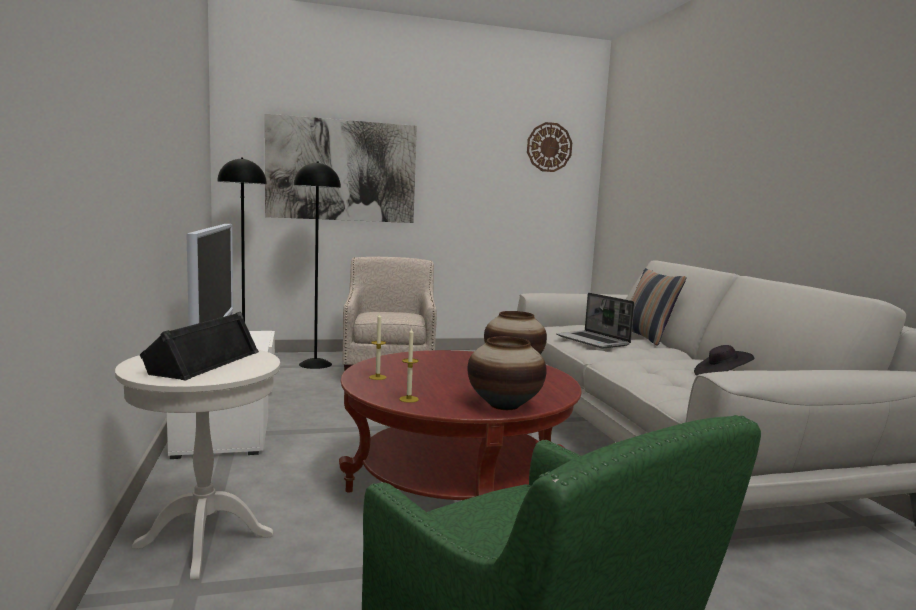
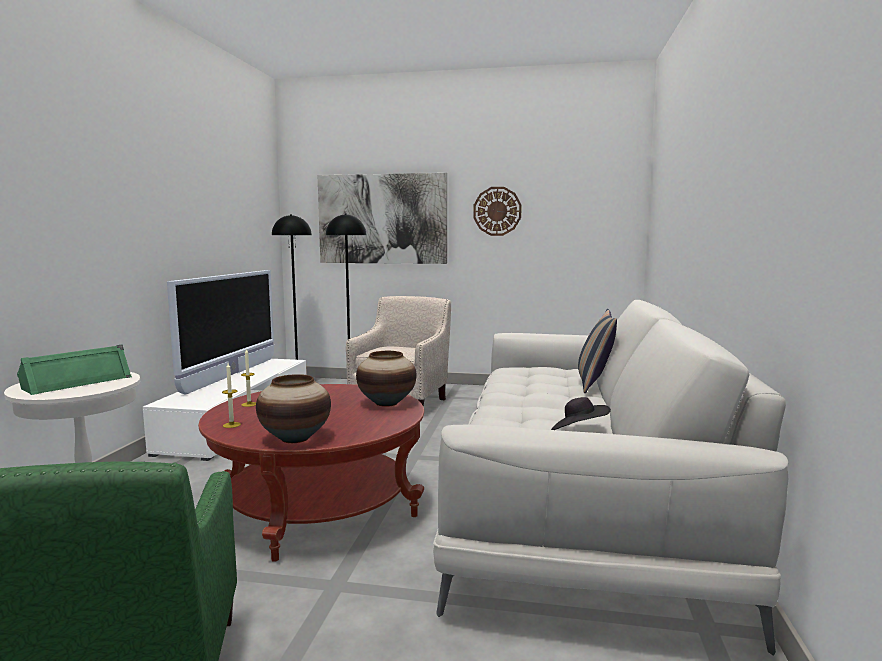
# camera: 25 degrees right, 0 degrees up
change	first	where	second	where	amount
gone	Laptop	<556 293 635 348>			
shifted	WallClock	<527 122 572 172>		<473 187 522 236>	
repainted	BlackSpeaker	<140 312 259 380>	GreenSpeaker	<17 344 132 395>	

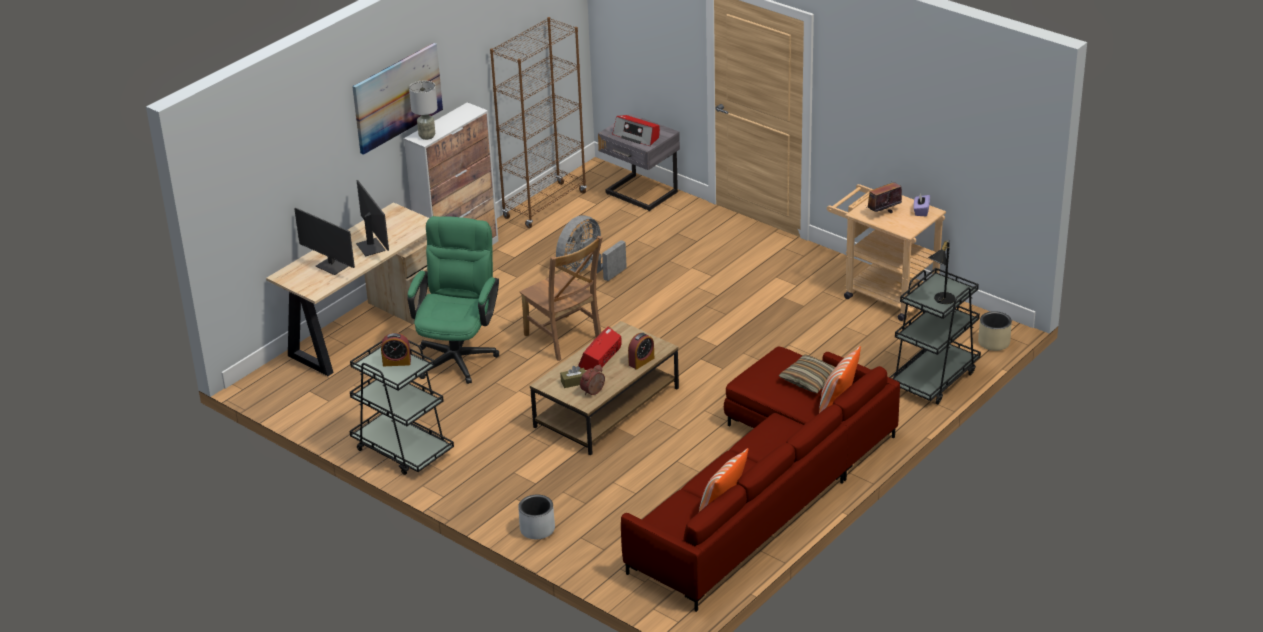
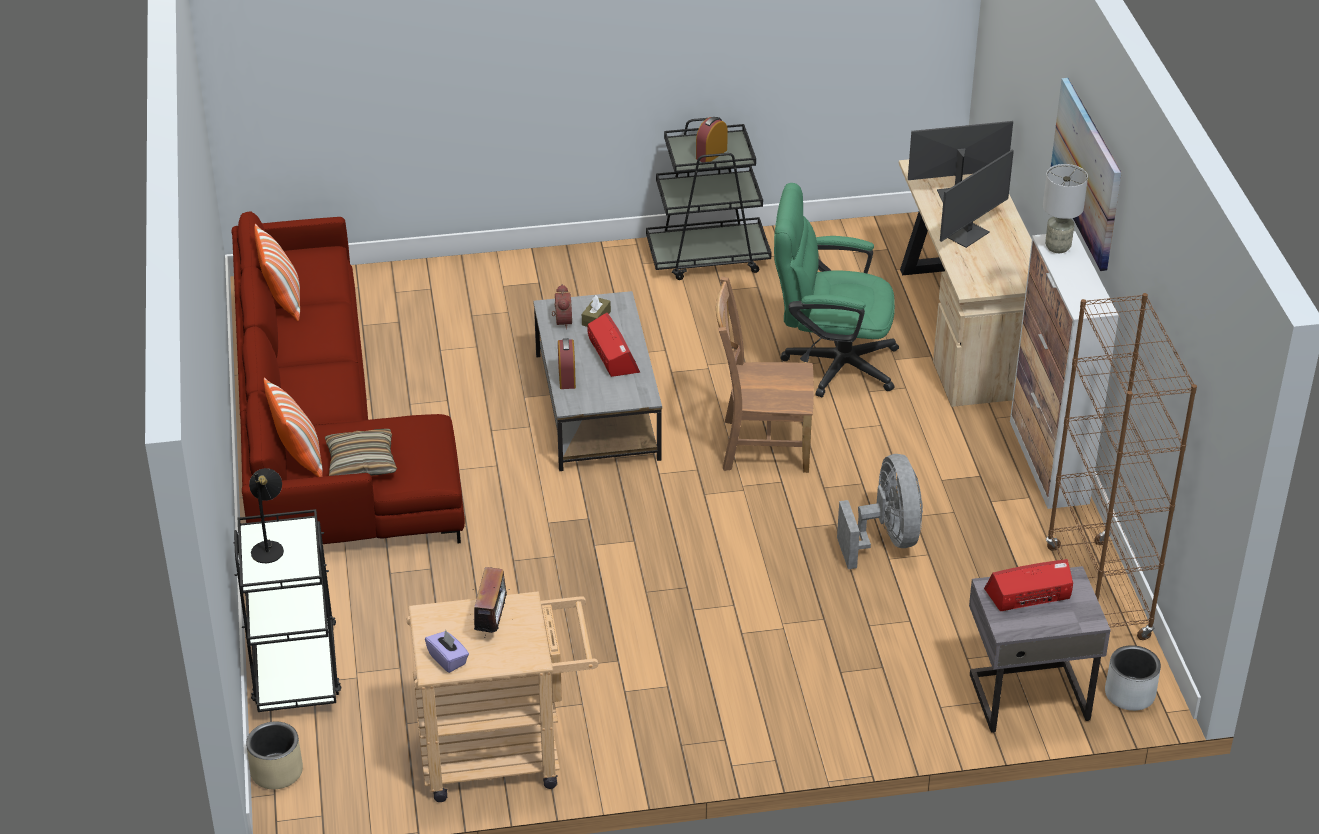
# camera: 130 degrees right, 5 degrees up
change	first	where	second	where	amount
shifted	GreyPlanter	<518 495 555 540>		<1105 645 1161 711>	
repainted	BrownCoffeeTable	<530 321 679 456>	GreyCoffeeTable	<533 291 662 471>	
rotated	Monitor	<356 180 389 256>		<940 150 1014 248>	60 degrees counterclockwise
rotated	GreenOfficeChair	<407 216 499 384>		<774 183 899 397>	135 degrees clockwise

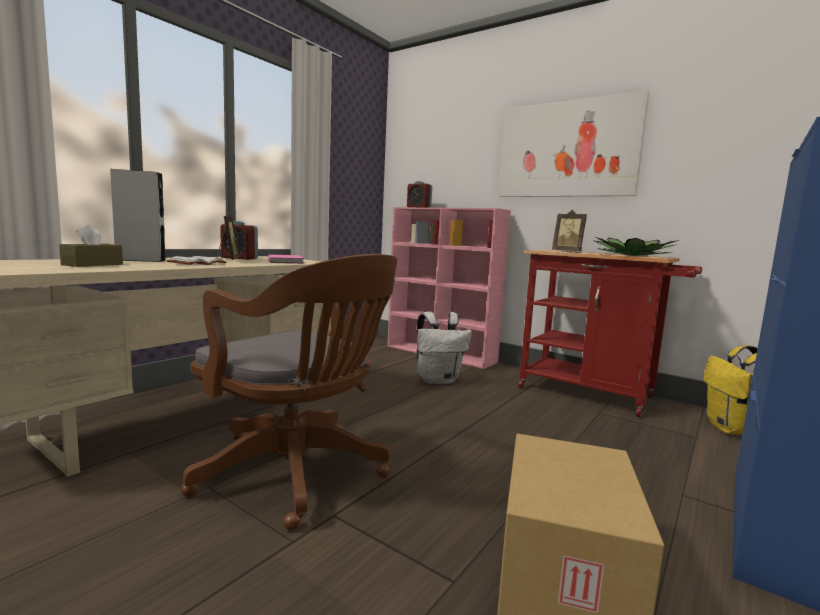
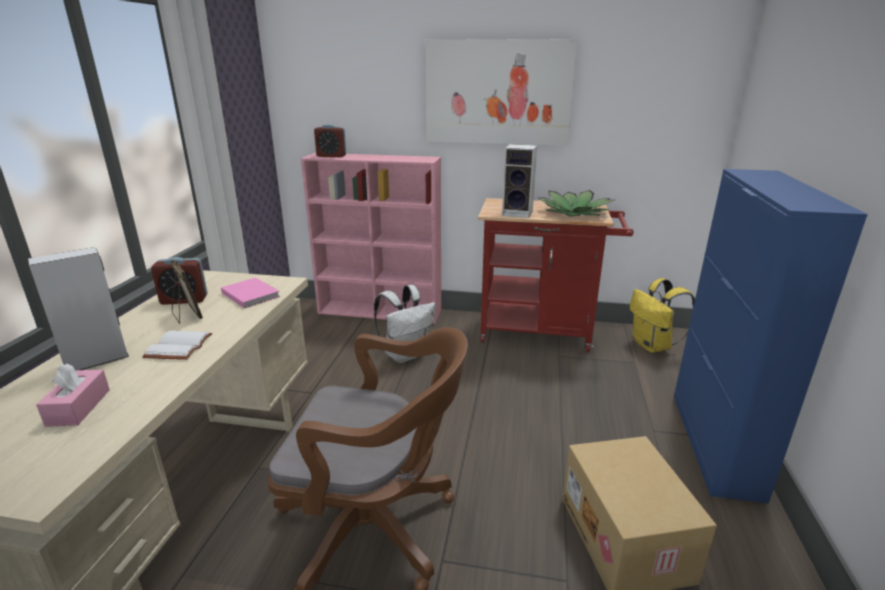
# camera: 25 degrees left, 15 degrees up
change	first	where	second	where	amount
swapped	PictureFrame	<552 210 587 253>	Speaker	<502 144 538 218>	
repainted	BrownTissueBox	<59 225 123 267>	PinkTissueBox	<36 363 110 427>	

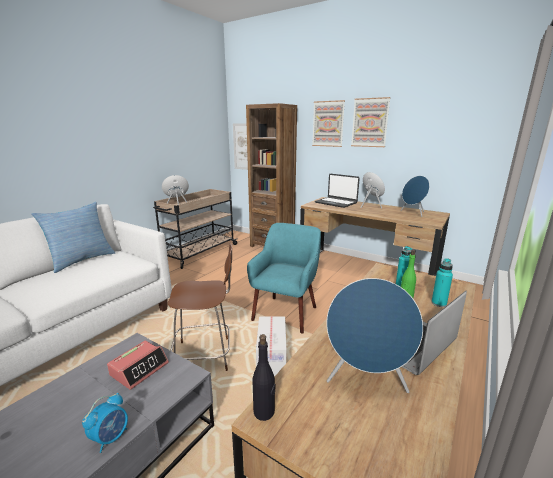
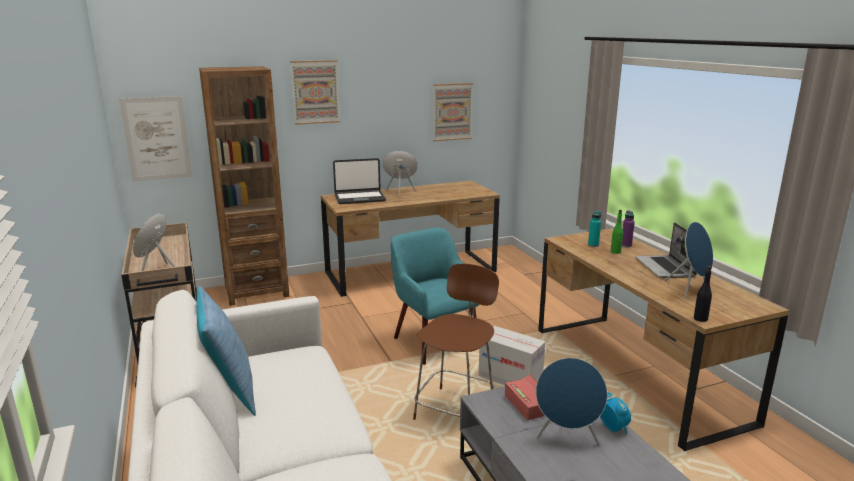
# camera: 55 degrees left, 0 degrees up
change	first	where	second	where	amount
shifted	Picture	<351 97 390 147>		<433 83 473 141>	
shifted	BlueSpeaker	<401 176 430 217>		<536 358 607 445>	
repainted	TurquoiseBottle	<431 258 453 307>	PurpleBottle	<622 210 635 247>	

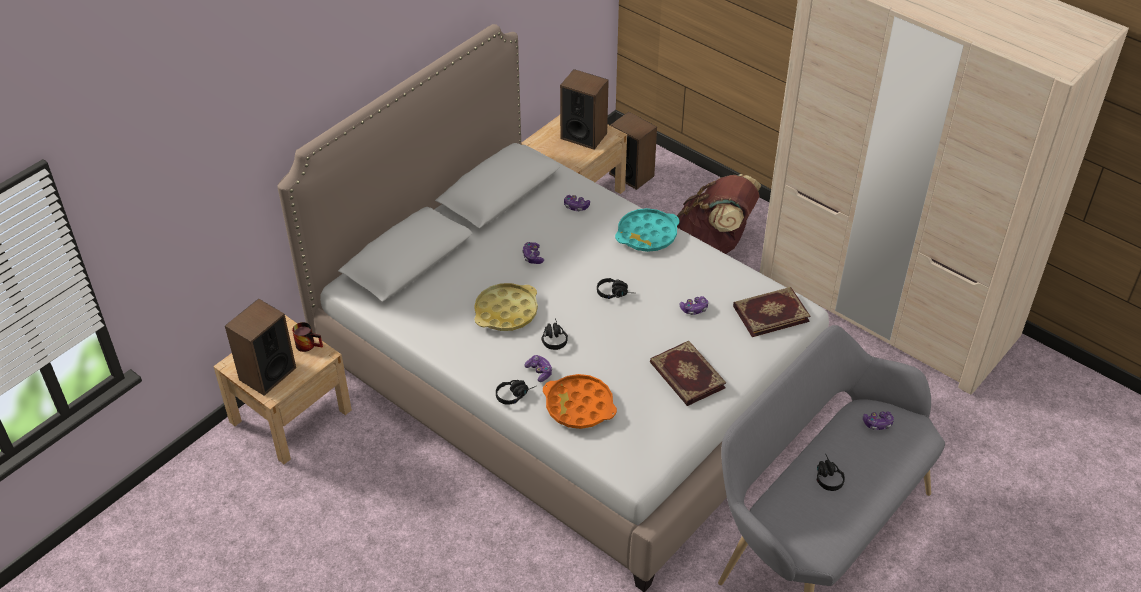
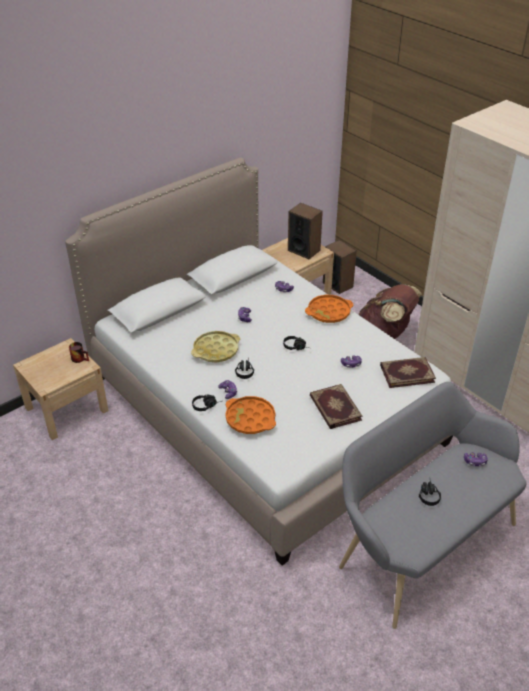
# camera: 10 degrees right, 5 degrees down
change	first	where	second	where	amount
gone	Speaker	<225 299 296 396>			
repainted	TurquoiseTray	<615 208 680 252>	OrangeTray	<305 295 354 323>	

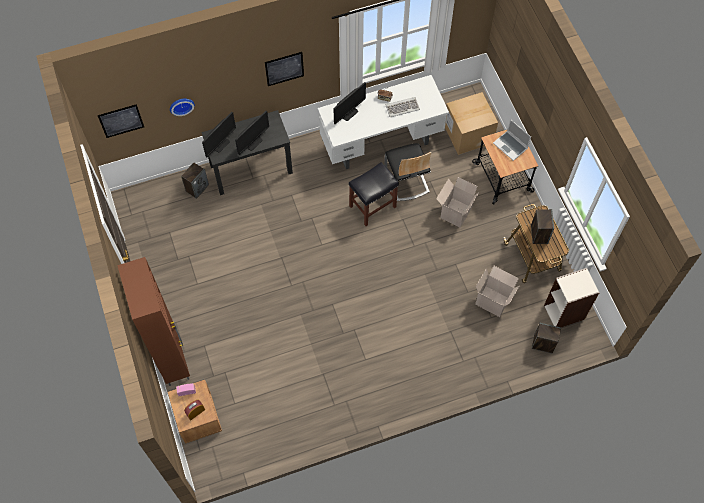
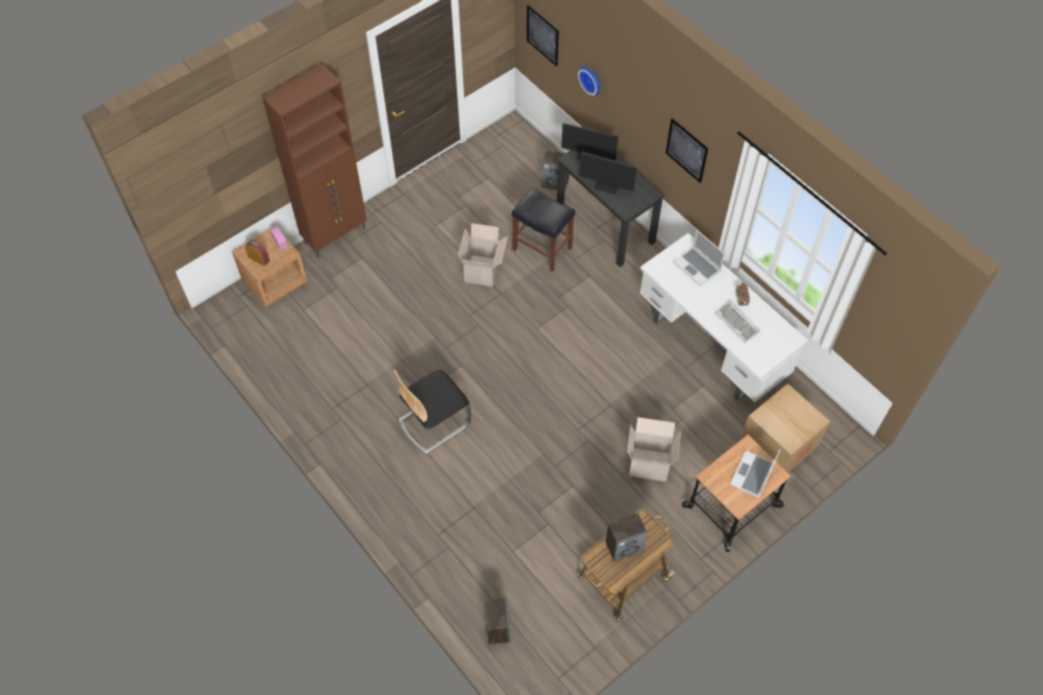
# camera: 70 degrees right, 5 degrees down
change	first	where	second	where	amount
gone	Bookcase	<544 268 600 327>			
shifted	BlackStool	<349 162 399 226>		<512 188 575 272>	
shifted	Chair	<384 143 432 201>		<394 370 471 455>	
shifted	CardboardBox	<475 266 520 317>		<458 223 508 287>	
swapped	Monitor	<333 82 366 124>	Laptop	<673 230 725 286>	

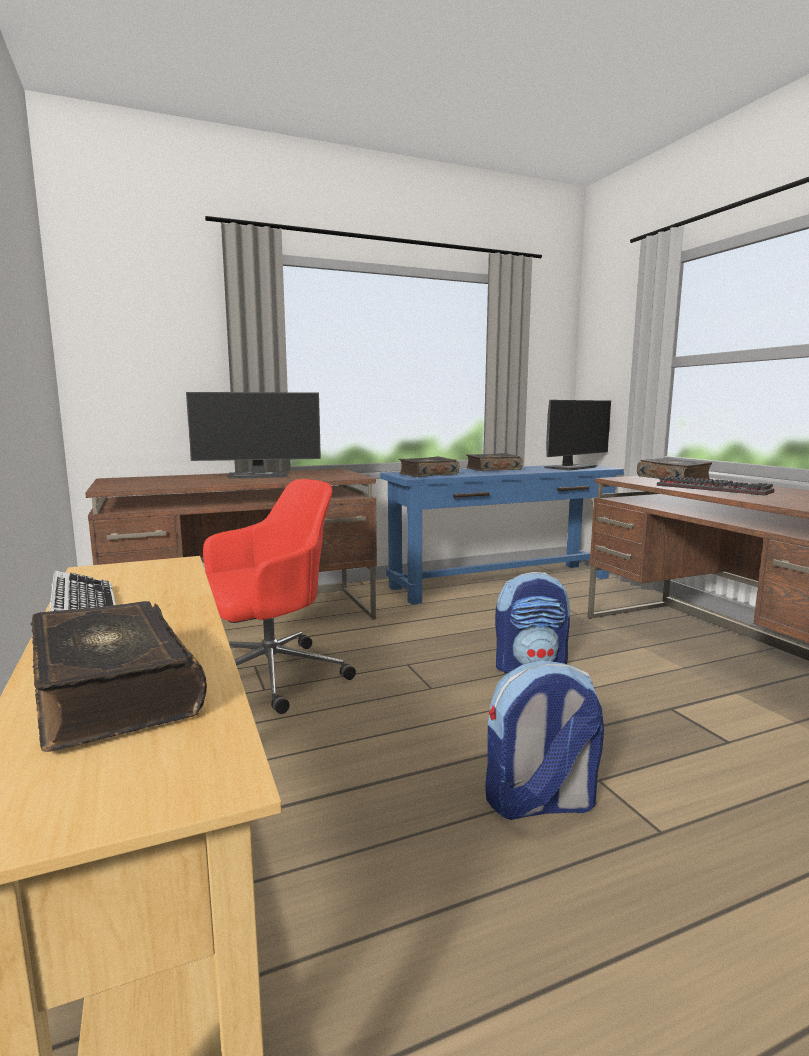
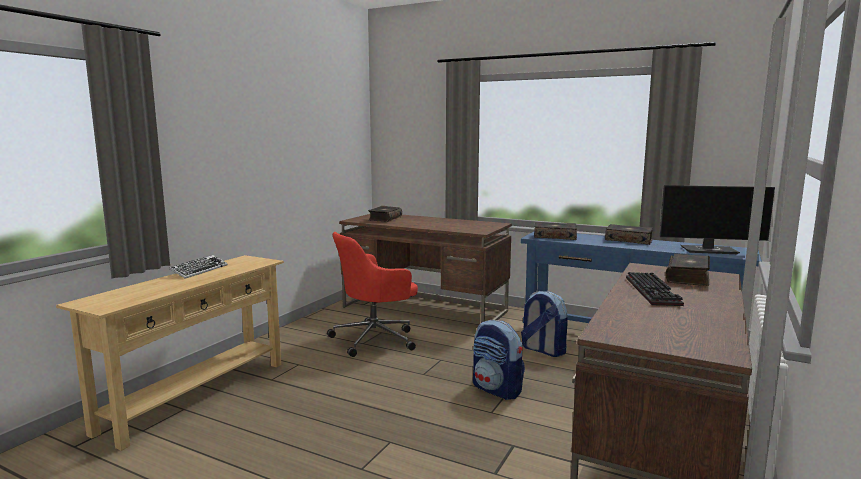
# camera: 50 degrees right, 0 degrees up
change	first	where	second	where	amount
gone	Monitor	<186 392 321 479>			
shifted	Book	<30 601 207 752>		<368 206 402 222>	
shifted	Backpack	<485 660 604 820>		<521 291 568 357>	
rotated	RedOfficeChair	<203 479 356 714>		<327 232 418 357>	135 degrees clockwise

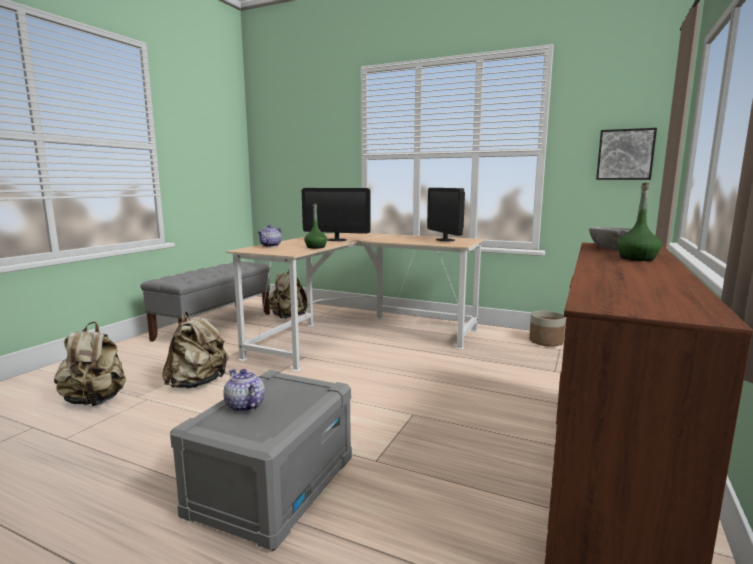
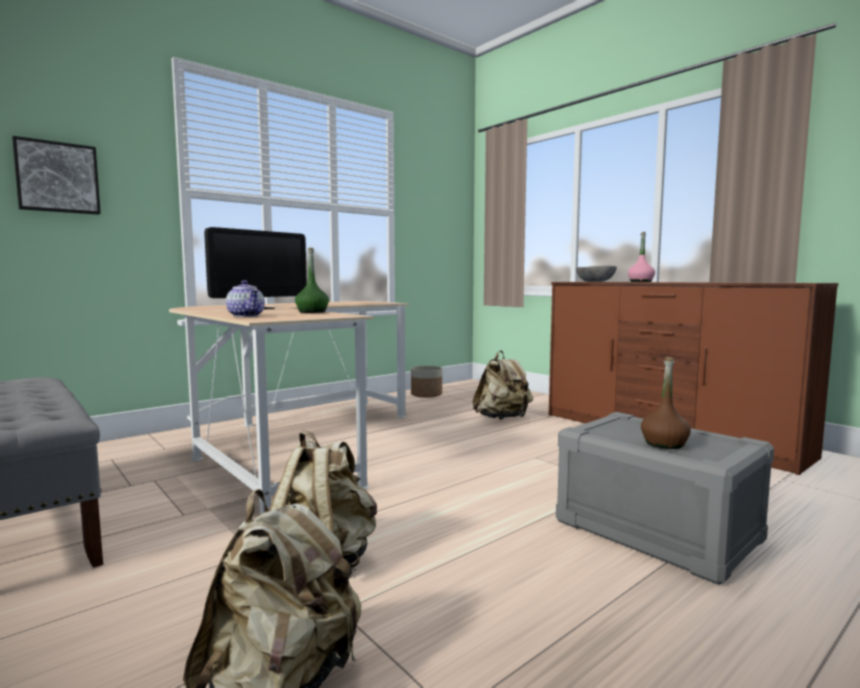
# camera: 65 degrees left, 5 degrees down
change	first	where	second	where	amount
gone	Monitor	<427 188 465 241>			
shifted	BeigeBackpack	<268 272 307 318>		<472 351 533 419>	
shifted	Picture	<596 128 657 180>		<12 136 101 215>	
swapped	Teapot	<223 369 265 412>	BrownBottle	<641 357 691 449>	
repainted	GreenBottle	<617 183 662 261>	PinkBottle	<628 232 655 282>	

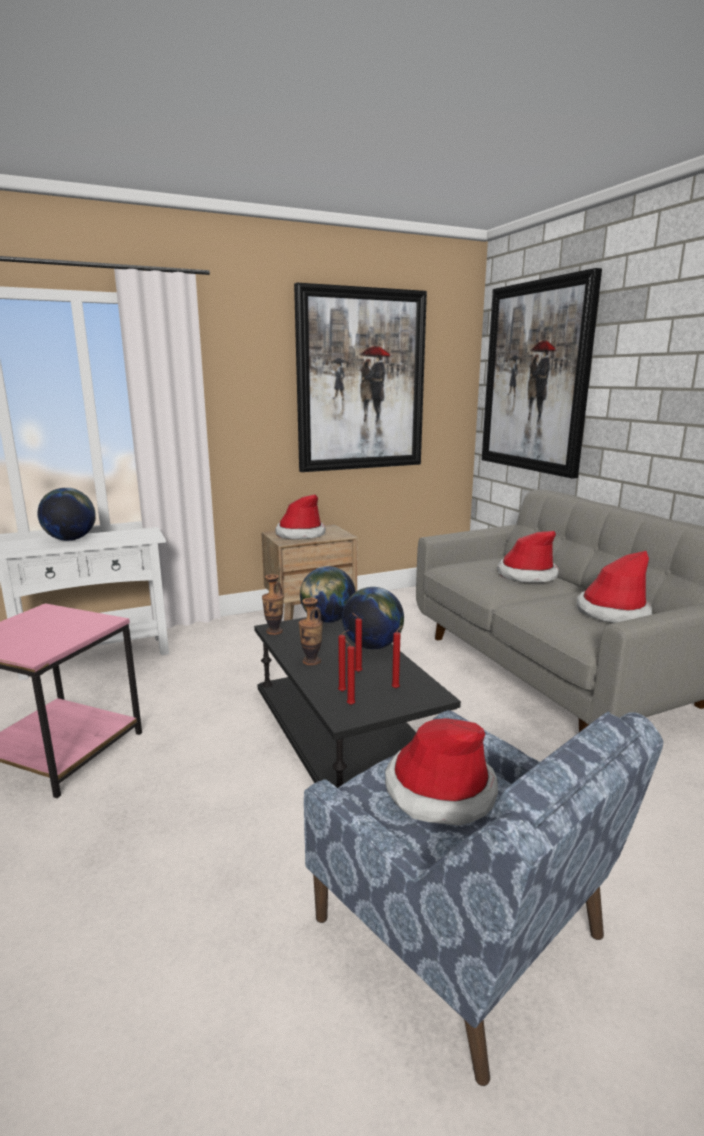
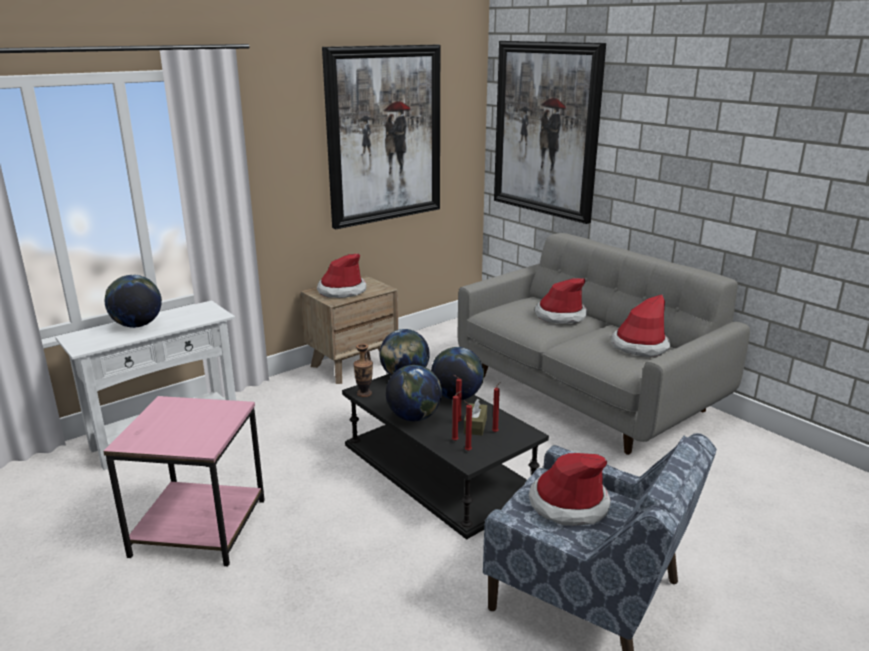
# camera: 15 degrees left, 5 degrees up
change	first	where	second	where	amount
new			BrownTissueBox	<464 399 487 435>	
swapped	Vase	<299 598 323 666>	Globe	<386 365 442 421>	

